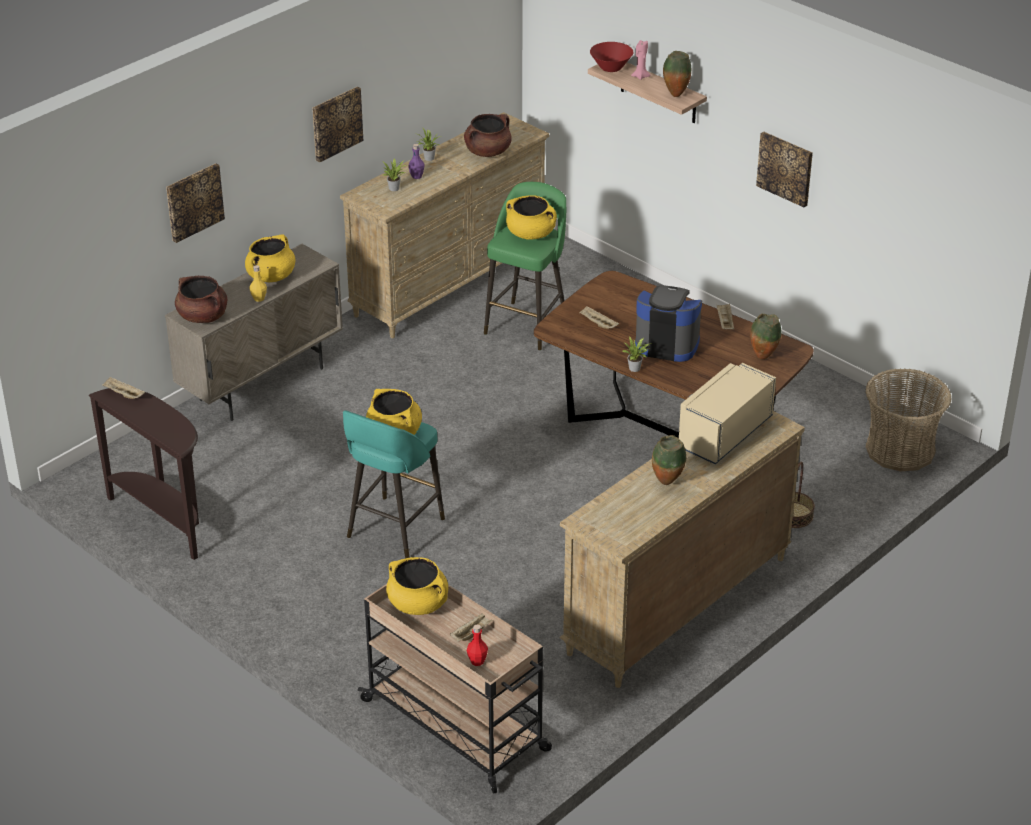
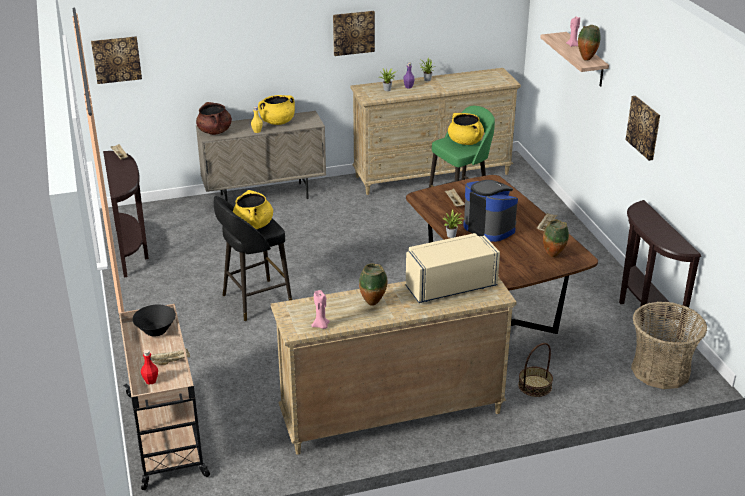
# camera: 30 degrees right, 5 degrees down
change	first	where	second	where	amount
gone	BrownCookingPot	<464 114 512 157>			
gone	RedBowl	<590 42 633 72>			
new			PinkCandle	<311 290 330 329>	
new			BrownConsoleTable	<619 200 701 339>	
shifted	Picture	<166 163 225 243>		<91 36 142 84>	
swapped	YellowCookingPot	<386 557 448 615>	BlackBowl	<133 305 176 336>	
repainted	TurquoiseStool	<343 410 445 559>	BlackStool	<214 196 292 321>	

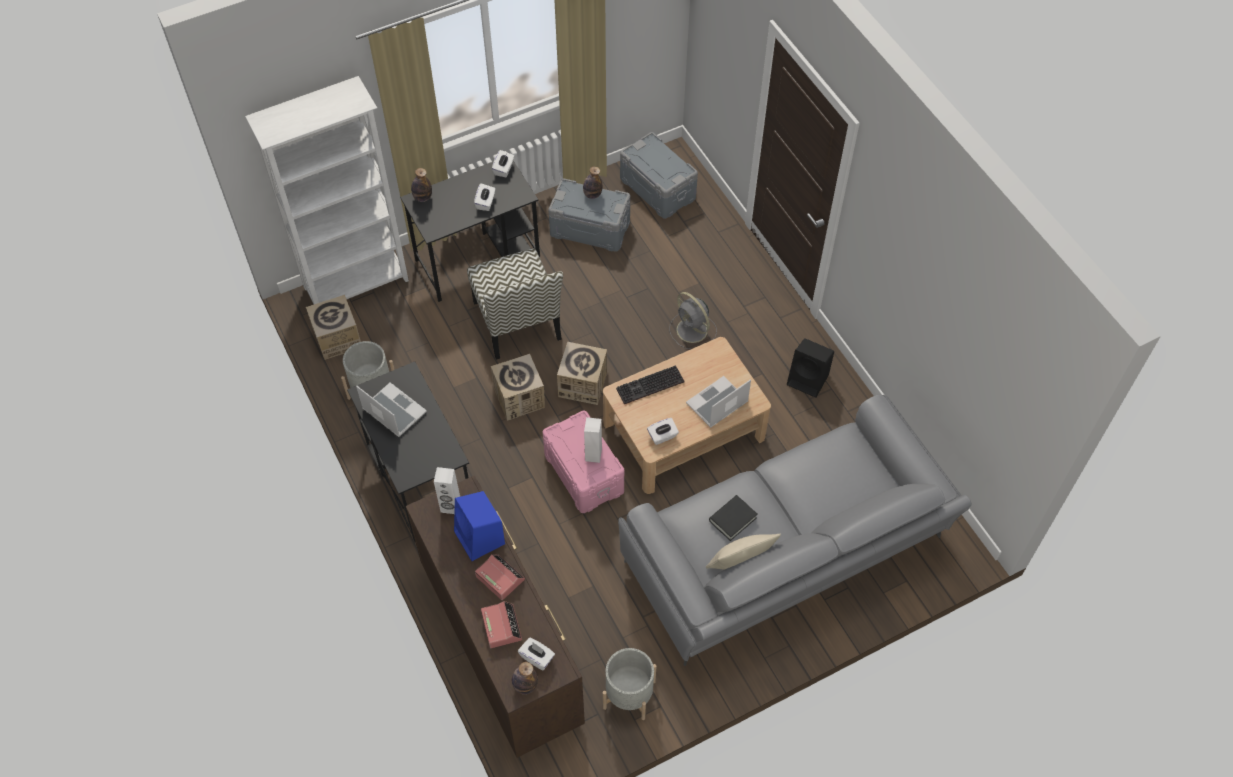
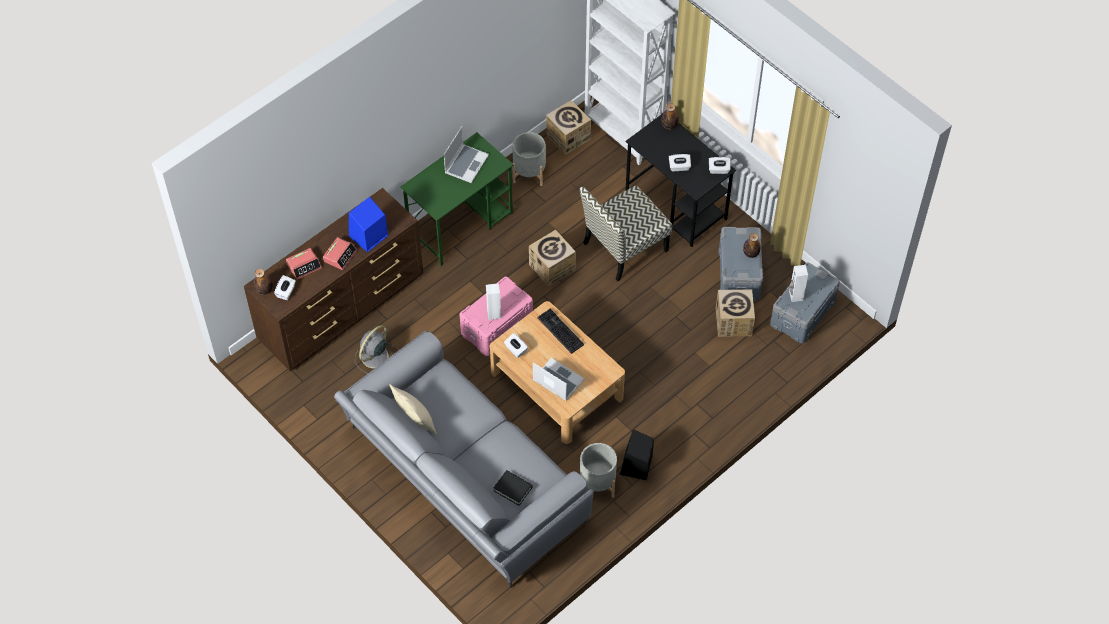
# camera: 75 degrees right, 0 degrees up
change	first	where	second	where	amount
shifted	WhiteSpeaker	<434 467 460 514>		<789 265 808 302>	
shifted	CardboardBox	<557 342 607 405>		<716 289 755 337>	
shifted	GreyPlanter	<603 648 656 720>		<580 443 617 498>	
shifted	GreyFan	<669 292 717 349>		<355 325 394 374>	
shifted	BlackBook	<709 495 757 541>		<494 470 533 506>	
repainted	BlackDesk	<347 361 469 542>	GreenDesk	<400 132 514 266>	

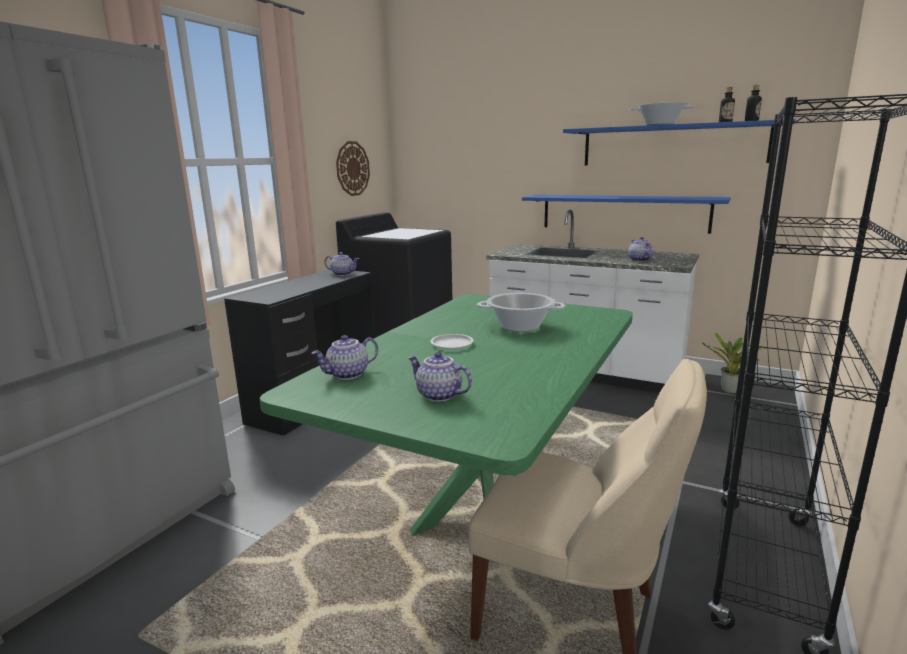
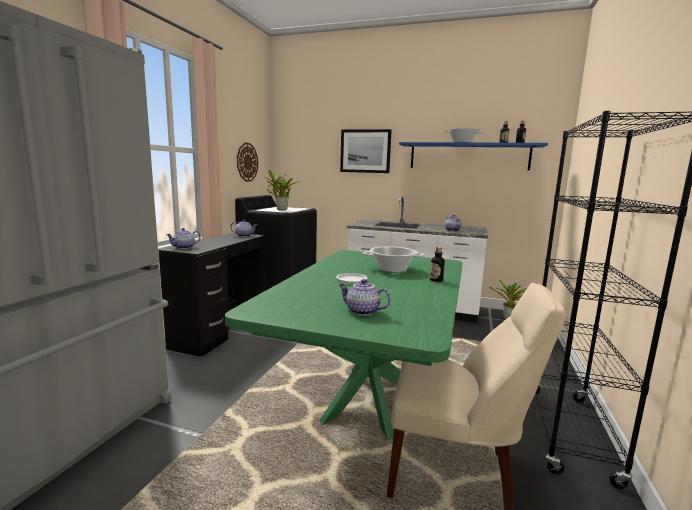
# camera: 10 degrees left, 5 degrees down
change	first	where	second	where	amount
gone	BlueShelf	<522 195 730 234>			
new			PottedPlant	<262 171 300 211>	
new			Picture	<340 129 392 173>	
new			Bottle	<430 247 445 282>	
shifted	Teapot	<311 335 378 380>		<166 228 201 249>	

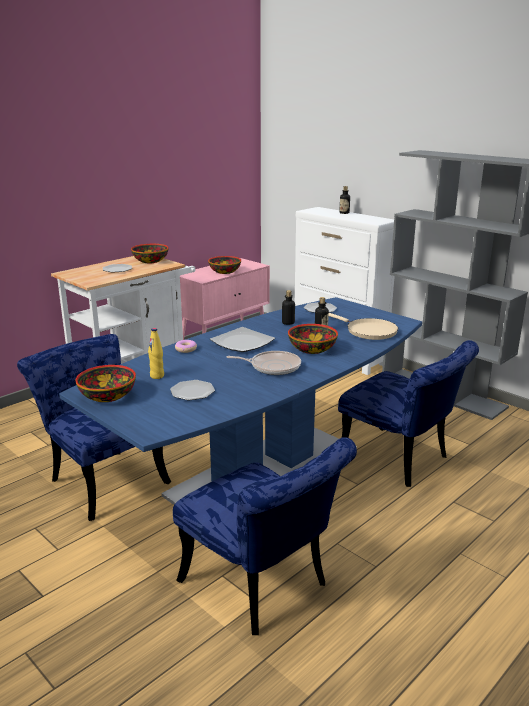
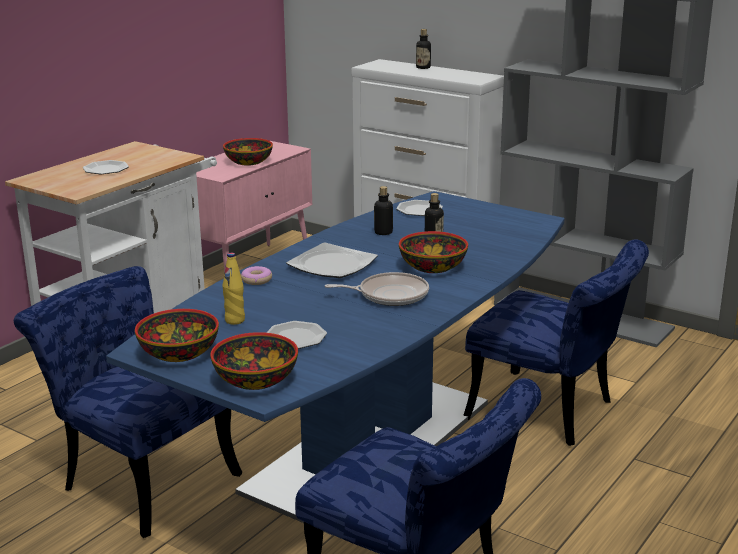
# camera: 10 degrees left, 0 degrees up
change	first	where	second	where	amount
gone	BeigeFryingPan	<329 313 398 340>			
shifted	Bowl	<131 244 169 263>		<210 332 298 390>	

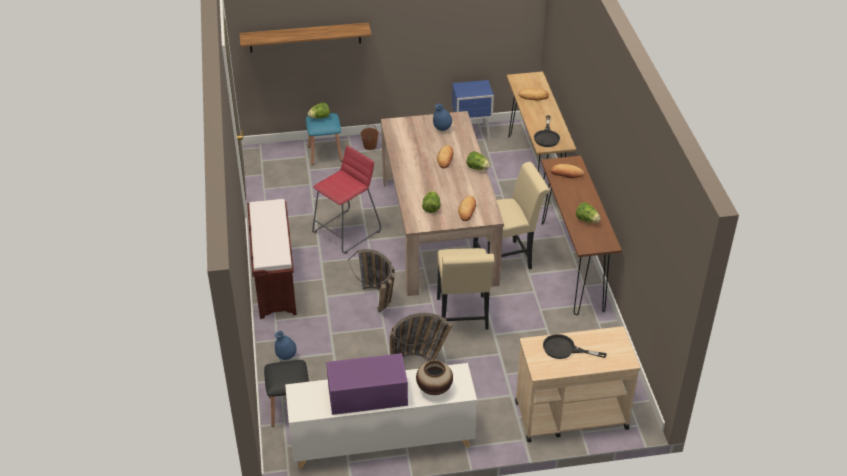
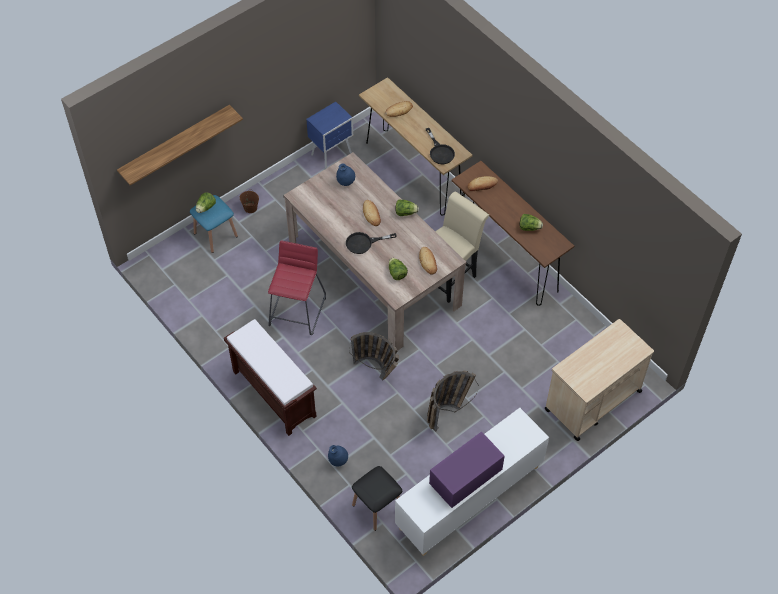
# camera: 30 degrees left, 15 degrees up
change	first	where	second	where	amount
gone	Vase	<416 361 453 395>			
gone	BeigeChair	<437 248 495 329>			
shifted	BlackFryingPan	<543 334 606 359>		<346 232 397 254>	

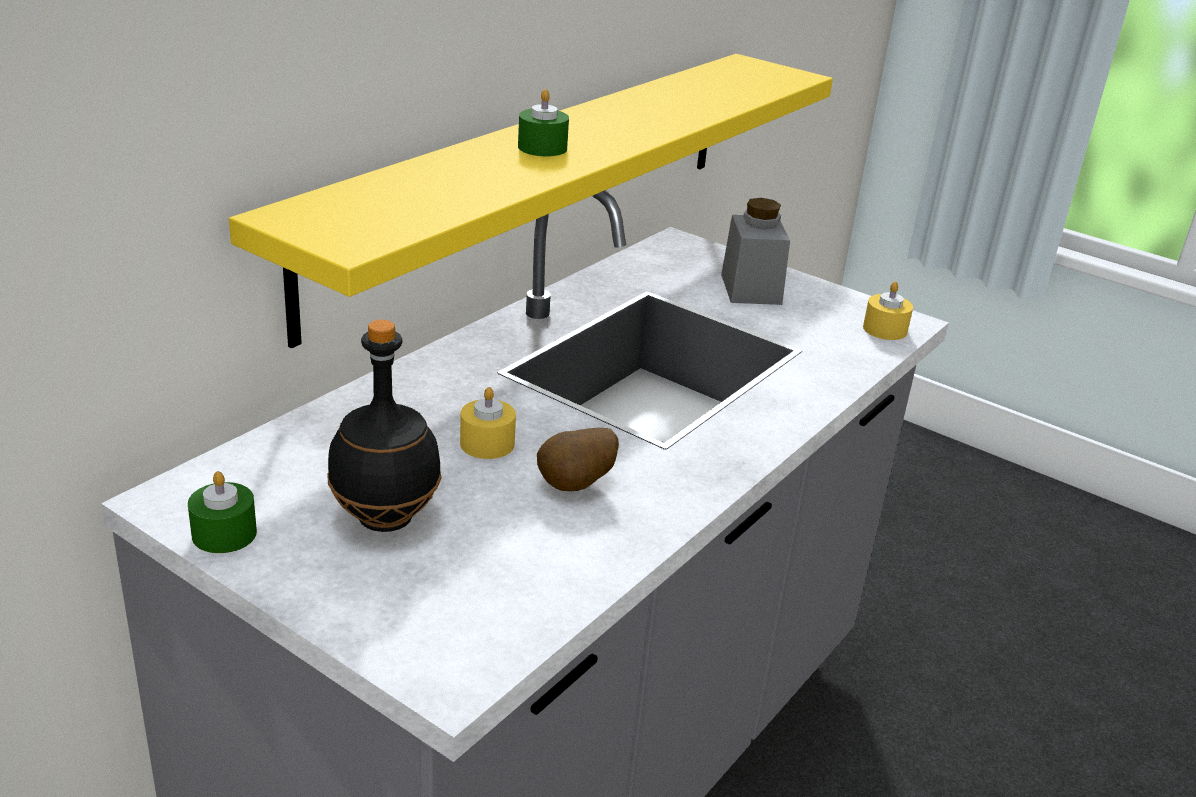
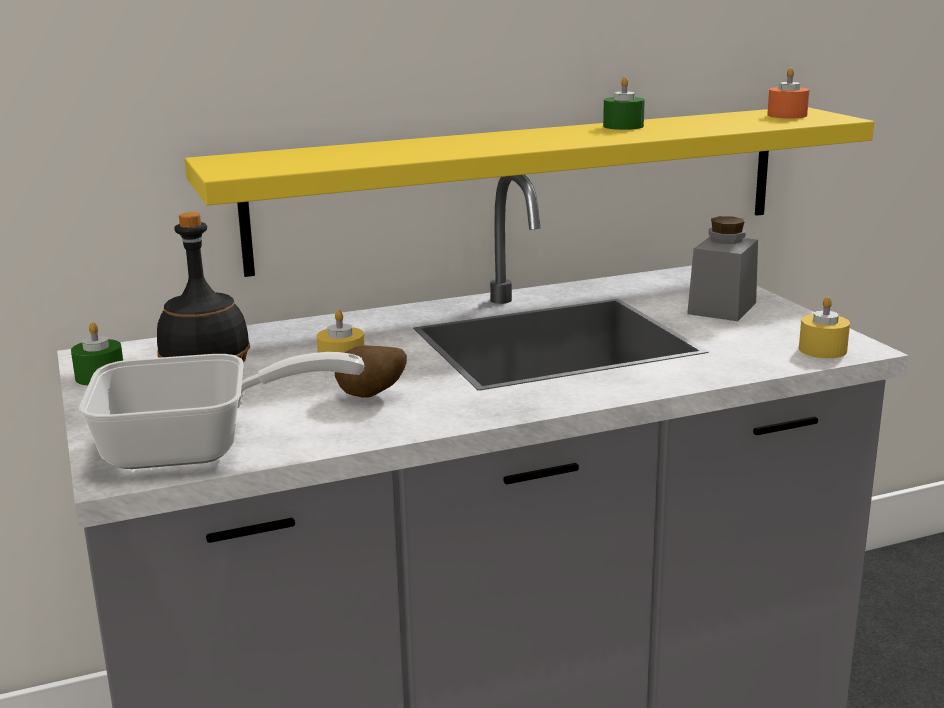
# camera: 35 degrees right, 10 degrees down
change	first	where	second	where	amount
new			FryingPan	<79 352 364 469>	
new			OrangeCandle	<767 68 809 118>	
shifted	GreenCandle	<518 89 569 156>		<603 77 645 130>	

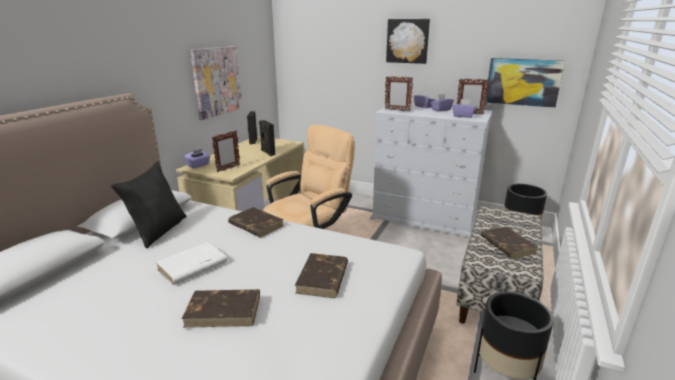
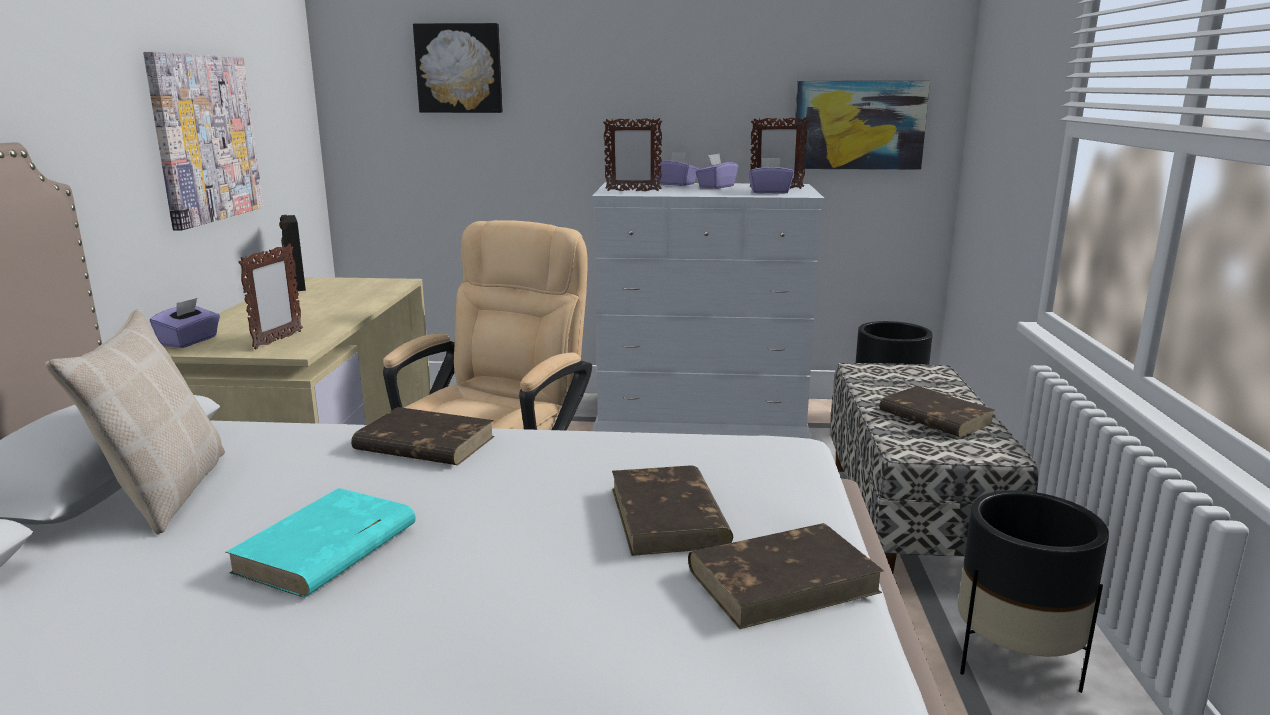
# camera: 20 degrees left, 5 degrees down
change	first	where	second	where	amount
gone	BlackSpeaker	<259 120 275 156>			
shifted	BrownBook	<182 289 260 328>		<688 523 884 629>	
shifted	Picture	<386 19 430 64>		<413 23 503 113>	
repainted	BlackPillow	<111 161 187 248>	BeigePillow	<45 309 225 534>	
repainted	WhiteBook	<156 242 227 285>	TurquoiseBook	<226 488 416 597>	

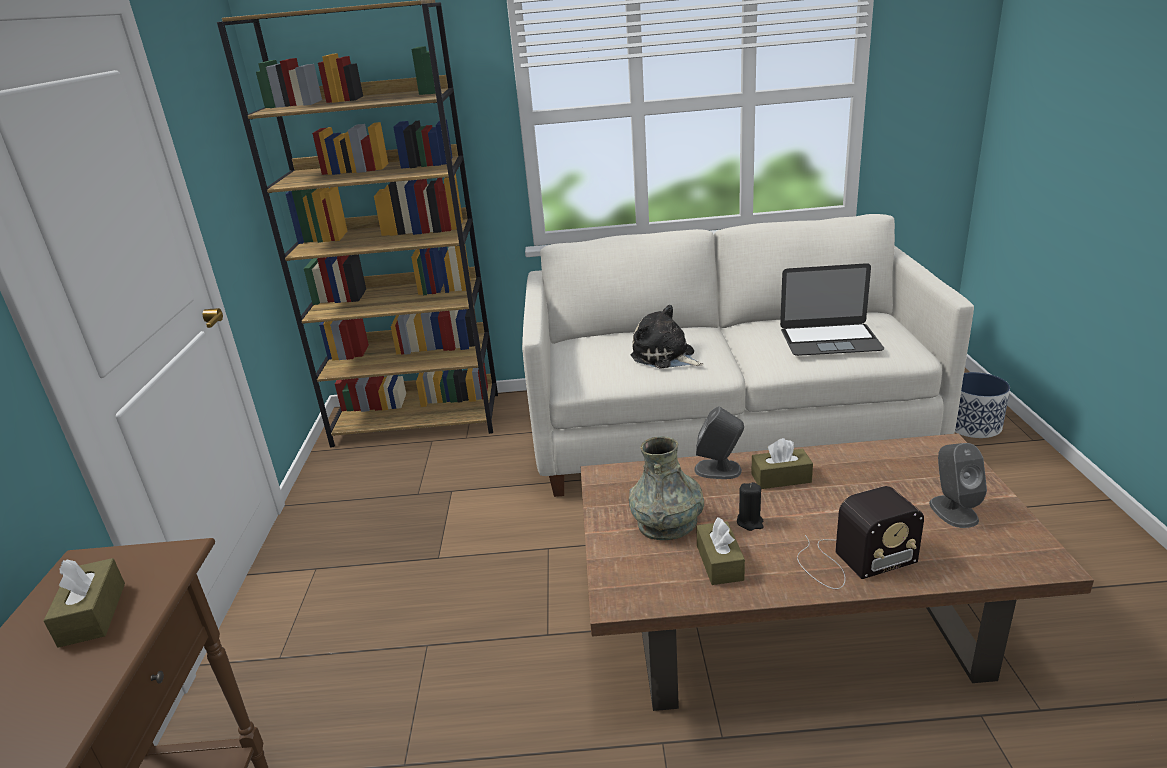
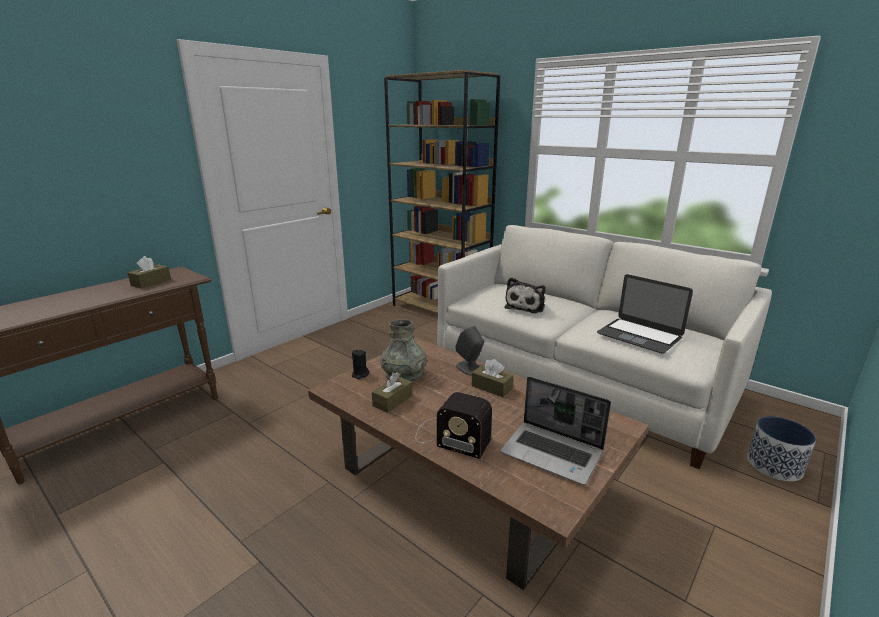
# camera: 40 degrees right, 5 degrees down
change	first	where	second	where	amount
shifted	BlackCandle	<737 482 763 531>		<352 349 369 379>	
swapped	GreySpeaker	<929 443 987 528>	Laptop	<500 377 611 485>	
rotated	PlushToy	<631 305 703 369>		<505 277 545 313>	150 degrees counterclockwise

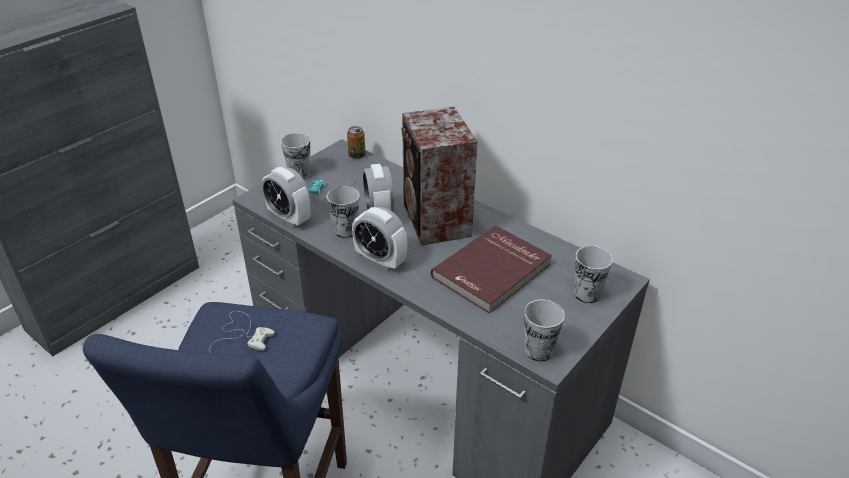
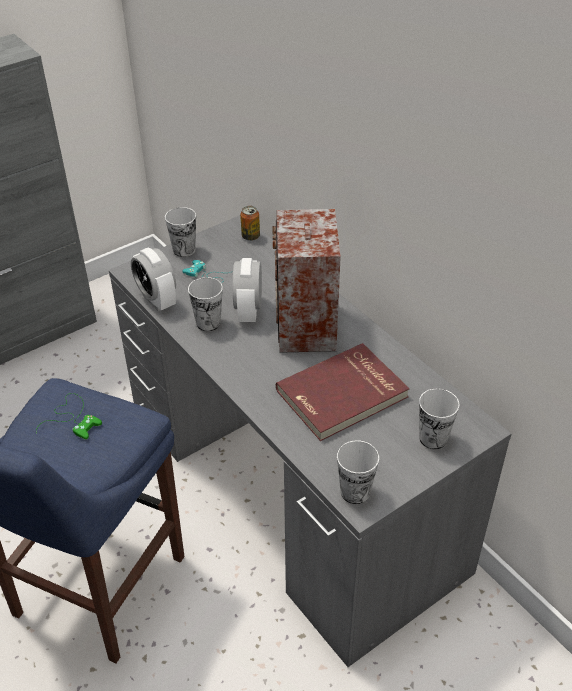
# camera: 15 degrees right, 5 degrees up
change	first	where	second	where	amount
gone	AlarmClock	<352 207 407 271>			
repainted	WhiteGameController	<209 311 275 354>	GreenGameController	<36 393 102 440>	

